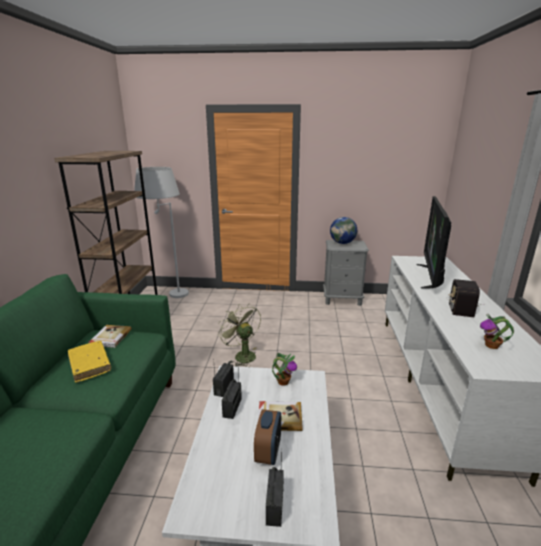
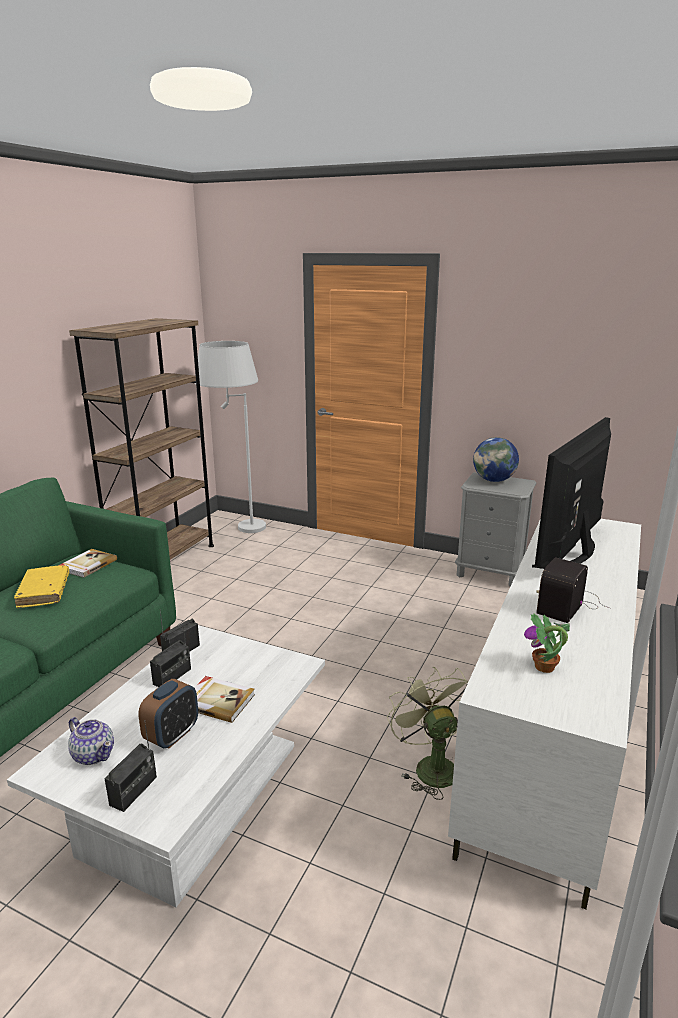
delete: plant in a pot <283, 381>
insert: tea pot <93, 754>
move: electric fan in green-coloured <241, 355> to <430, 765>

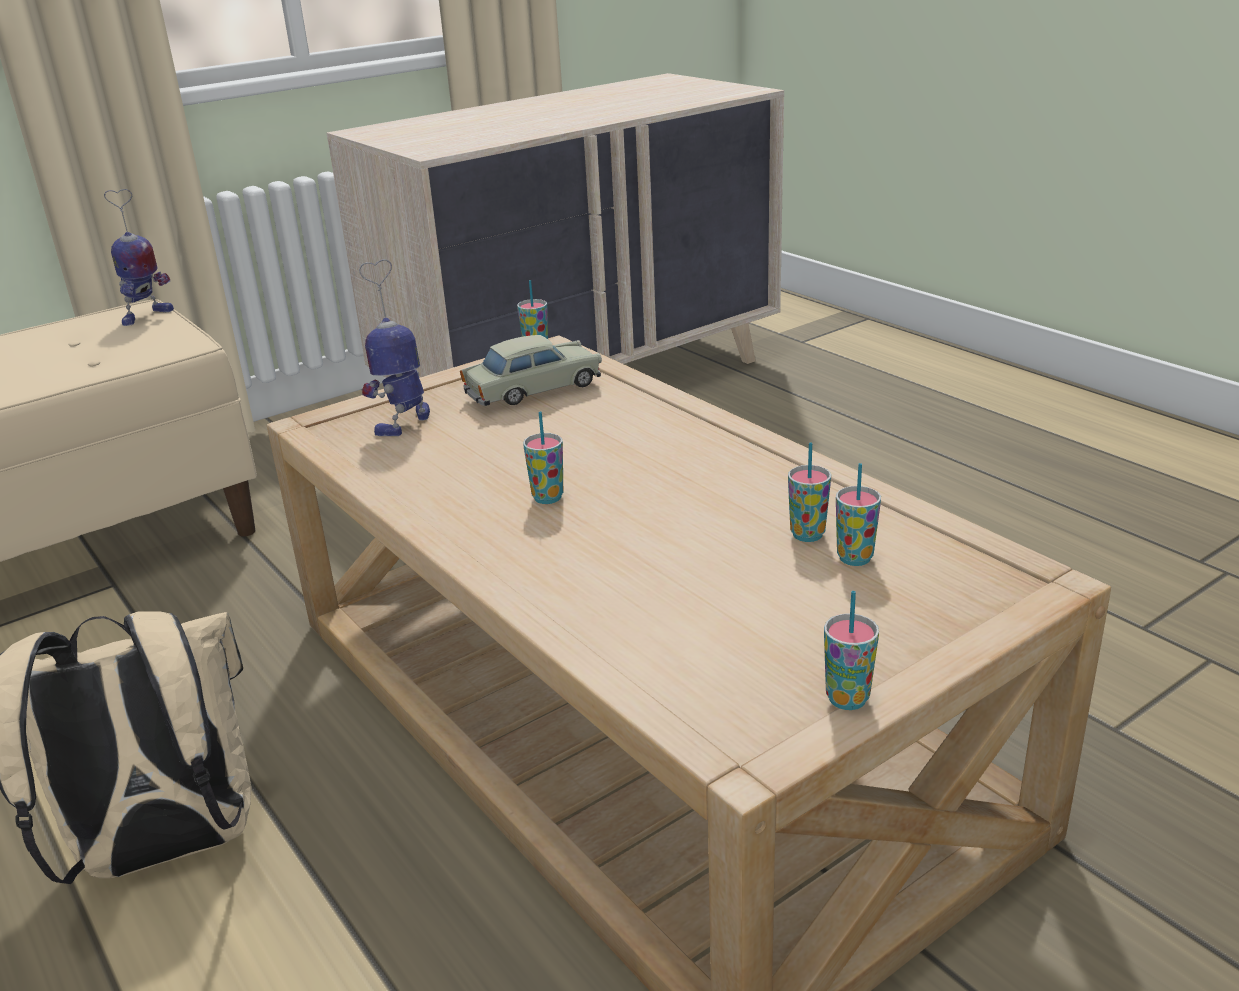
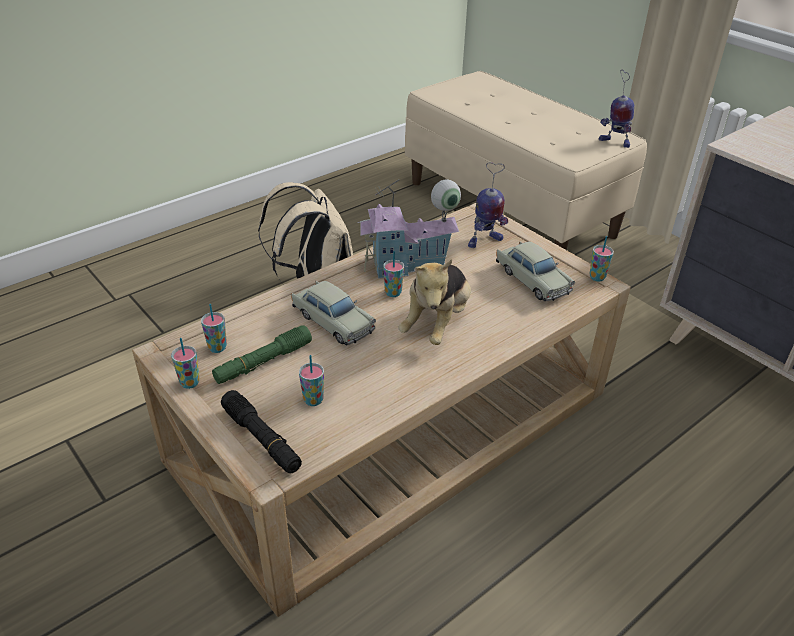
insert: hand torch in green-coloured <263, 362>; hand torch in black <261, 439>; toy car in sand-coloured <333, 321>; miniature house <407, 264>; soft toy <437, 323>
move: small cup <807, 535> to <217, 348>
rotate: model robot <405, 423> = <484, 241> 120 degrees clockwise

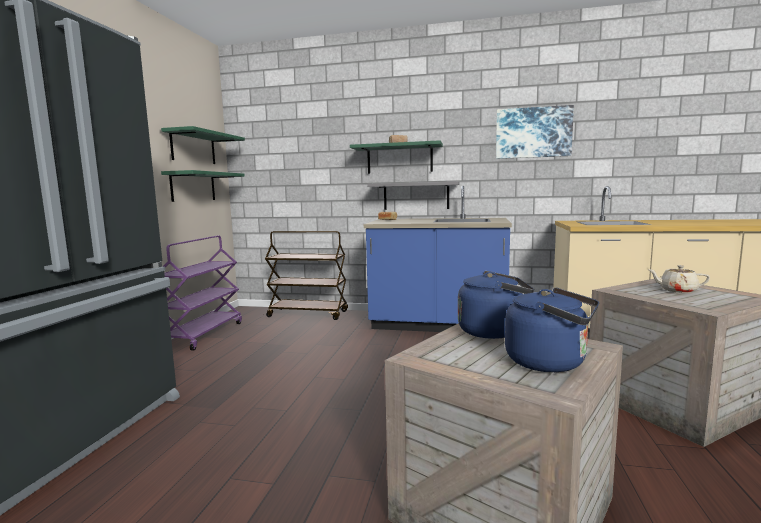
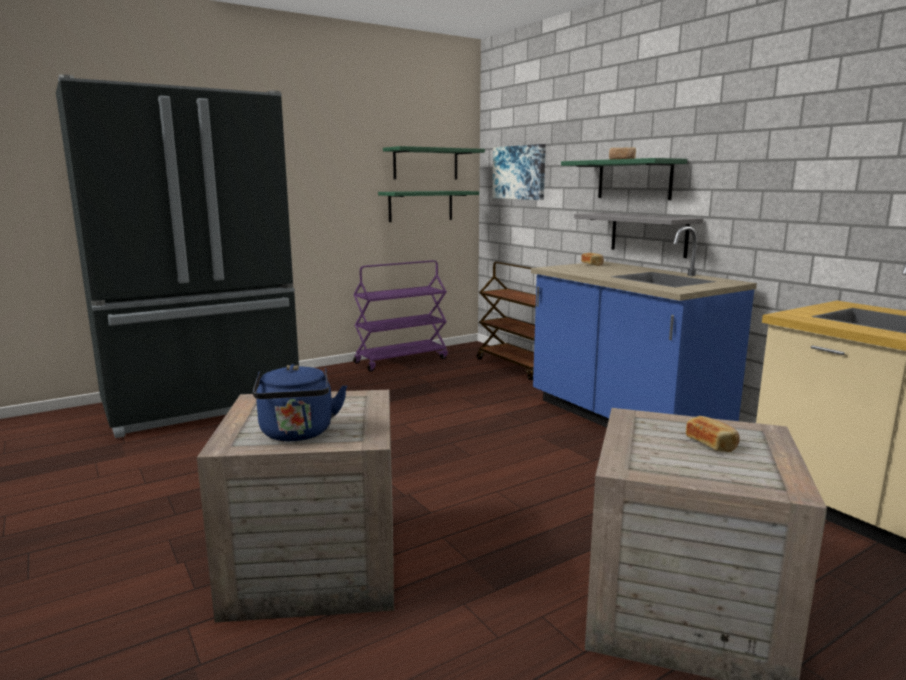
delete: kettle in bluish <493, 331>
move: wall picture <533, 133> to <519, 172>
replace: tea pot in sand-coloured <677, 290> to bread <711, 444>

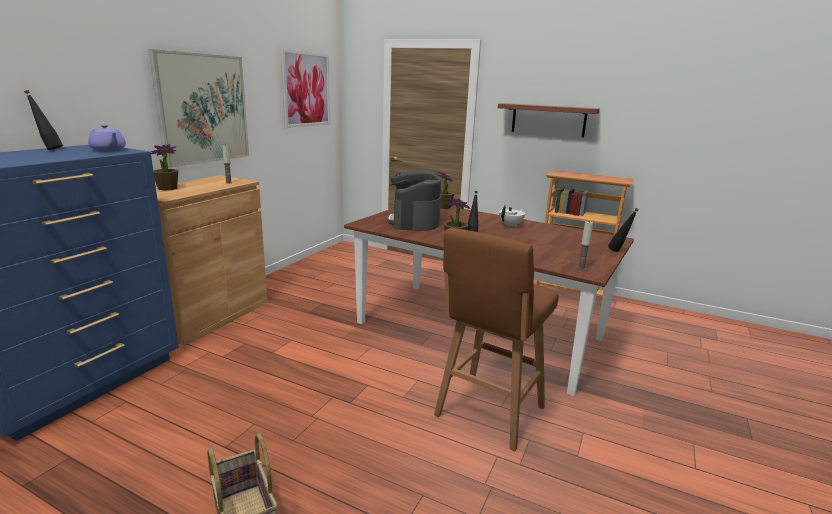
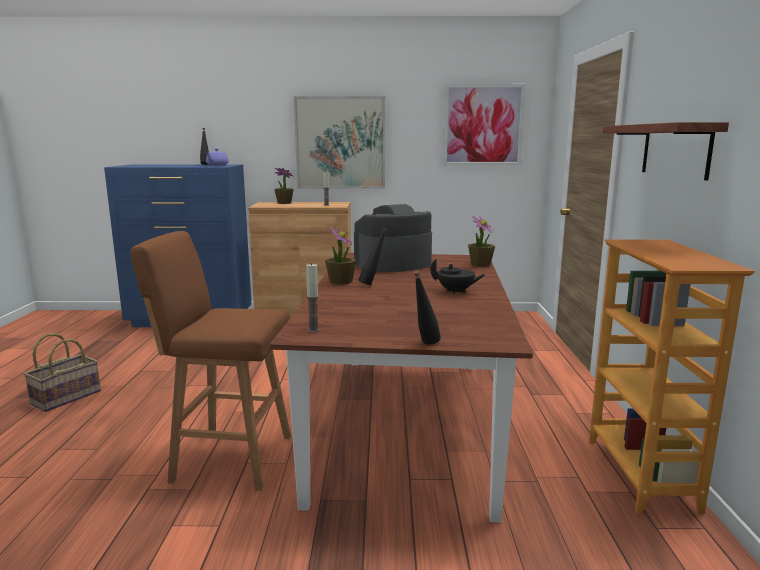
recolor: tea pot in white <511, 225> to tea pot in black <456, 292>

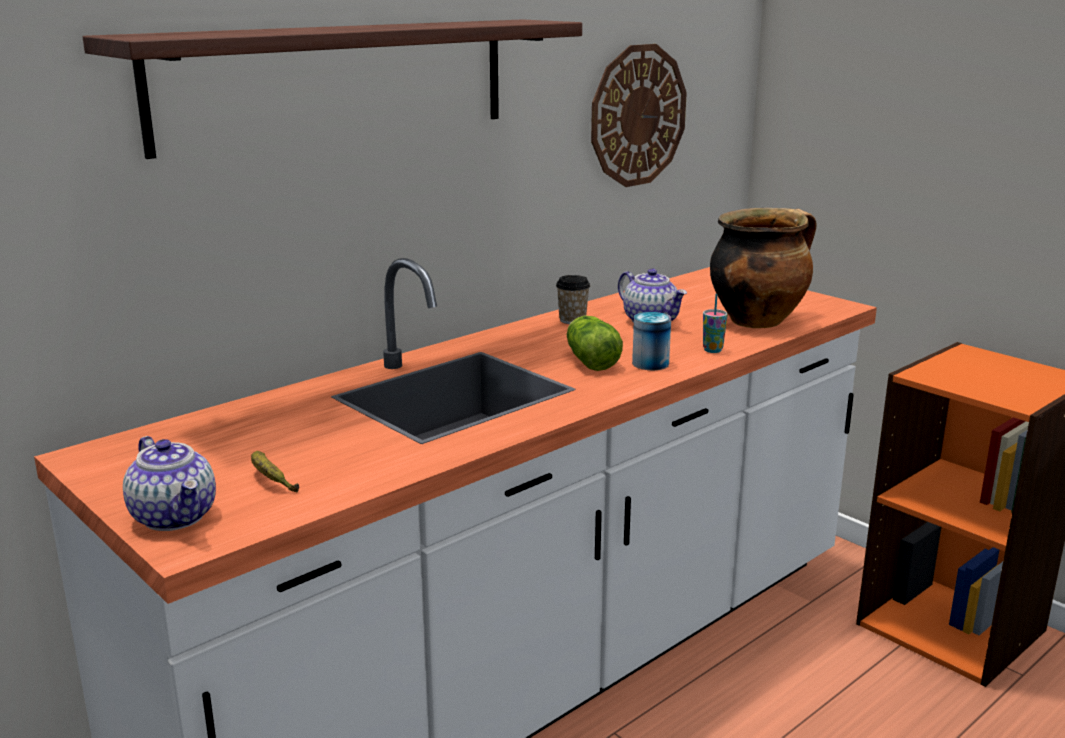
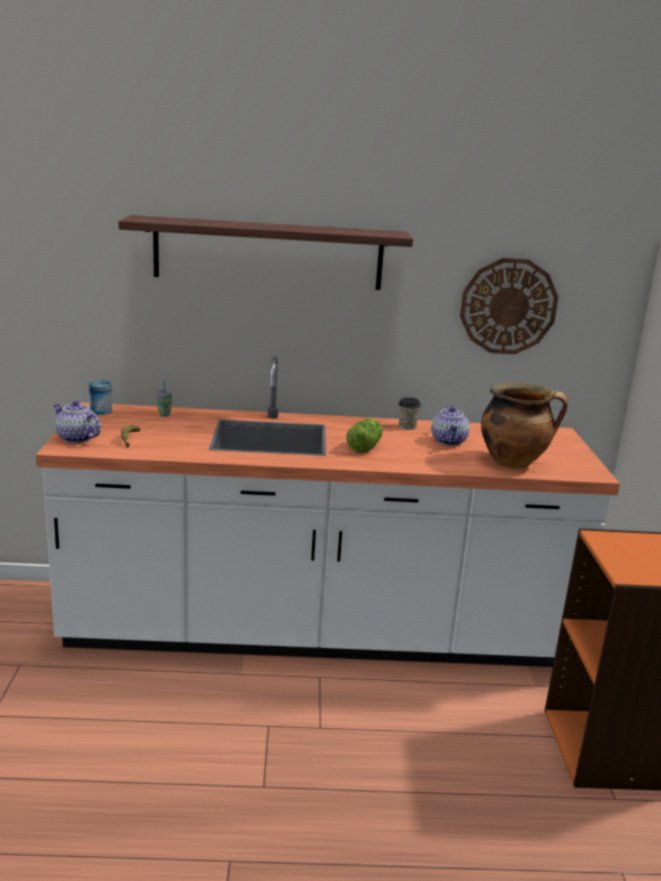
move: metal can <650, 363> to <101, 411>; small cup <712, 350> to <164, 415>
rotate: tea pot <175, 517> = <76, 438> 120 degrees clockwise

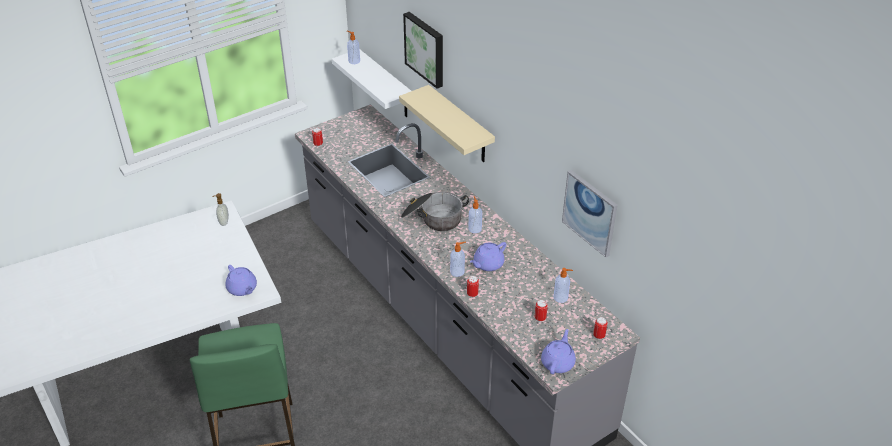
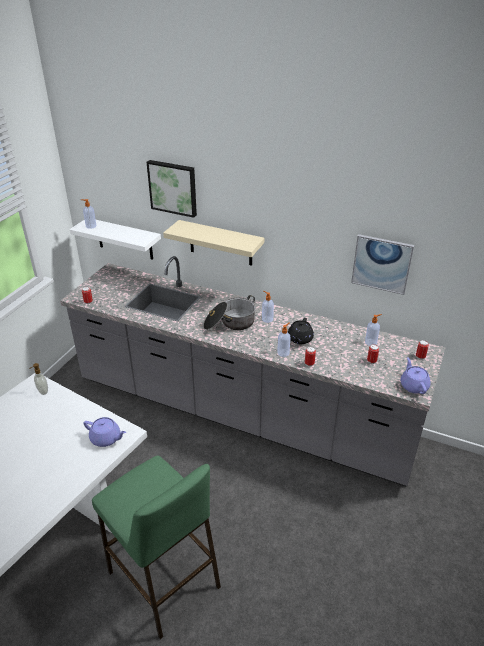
recolor: tea pot in purplish <487, 264> to tea pot in black <300, 339>

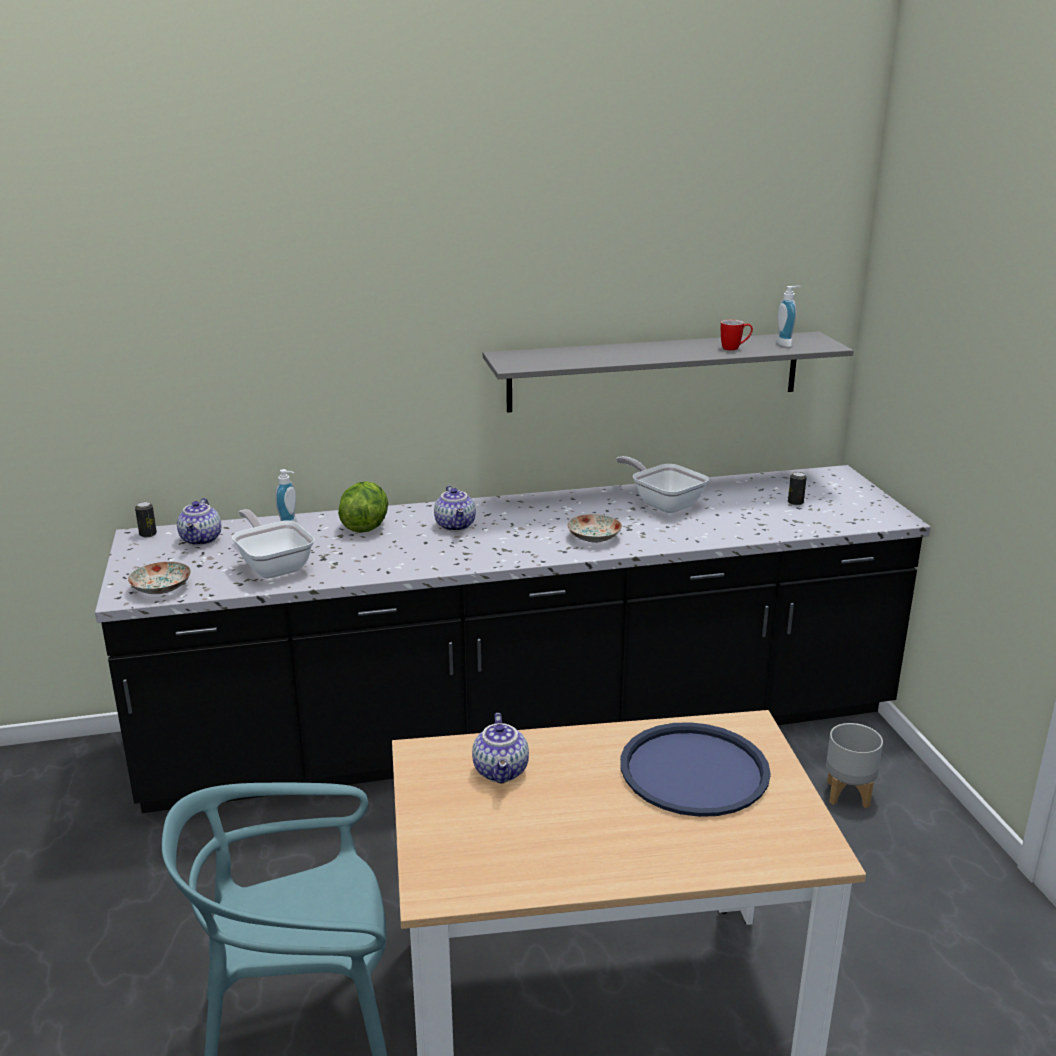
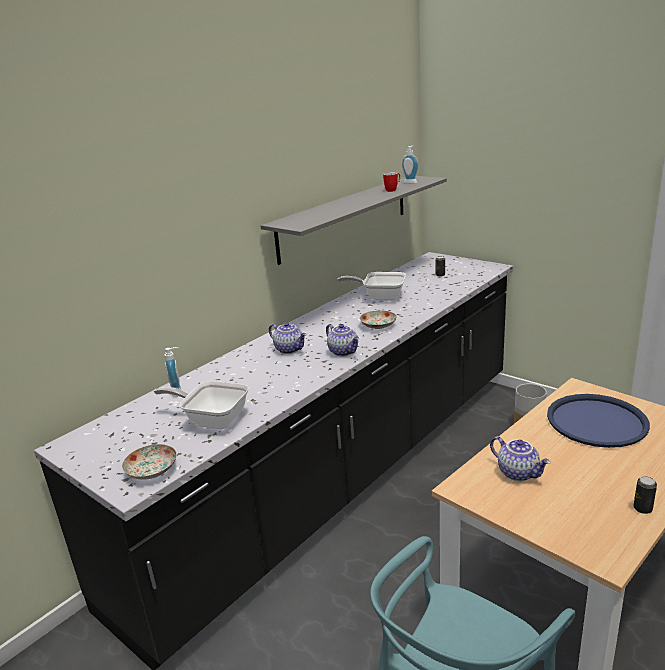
delete: lettuce head <365, 527>
move: metal can <148, 534> to <642, 508>; tea pot <202, 540> to <344, 351>

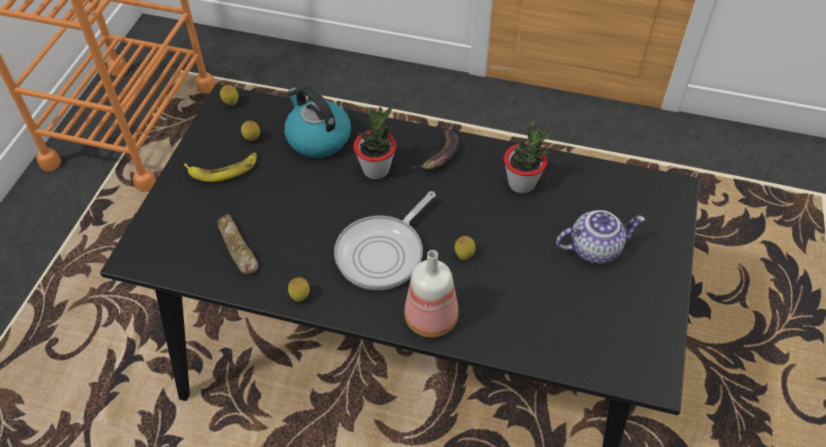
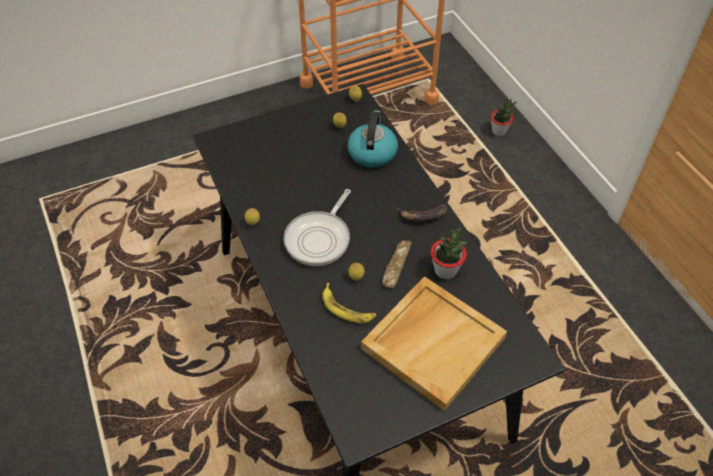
delete: drink bottle <432, 318>
move: banana fruit <223, 170> to <347, 308>; bread <237, 248> to <396, 266>; plant in a pot <376, 169> to <499, 131>
replace: tea pot <594, 248> to tray in sand-coloured <433, 342>
rotate: frying pan <383, 253> = <320, 238> 60 degrees counterclockwise

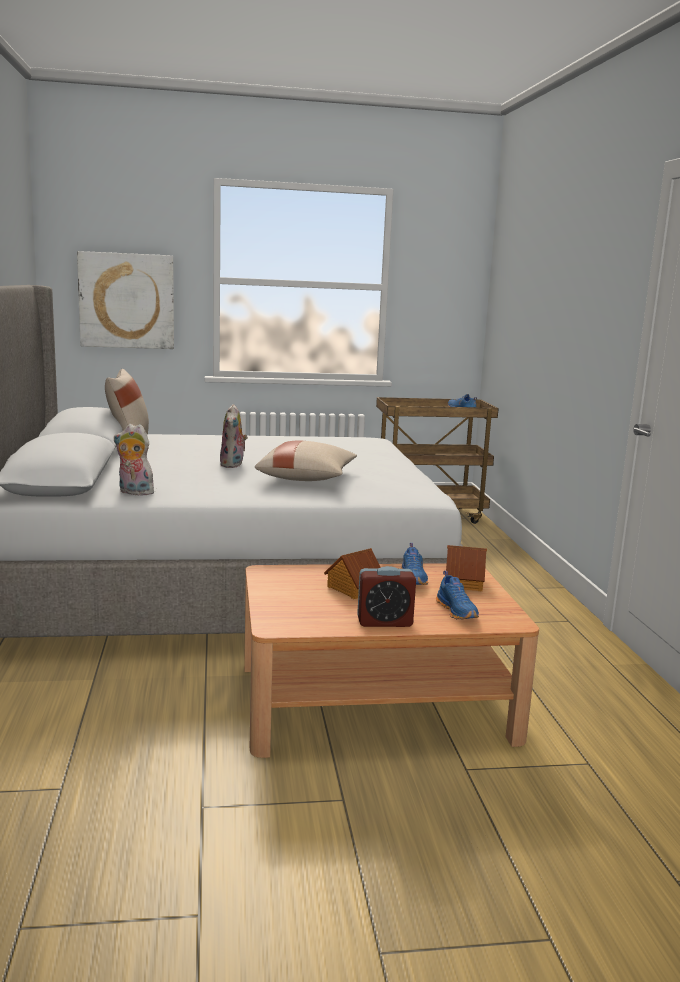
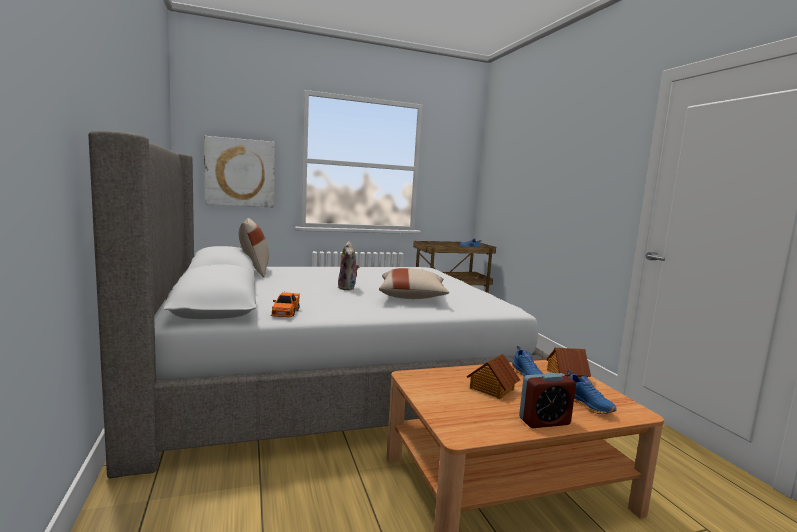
replace: soft toy <134, 492> to toy car in orangey <285, 313>

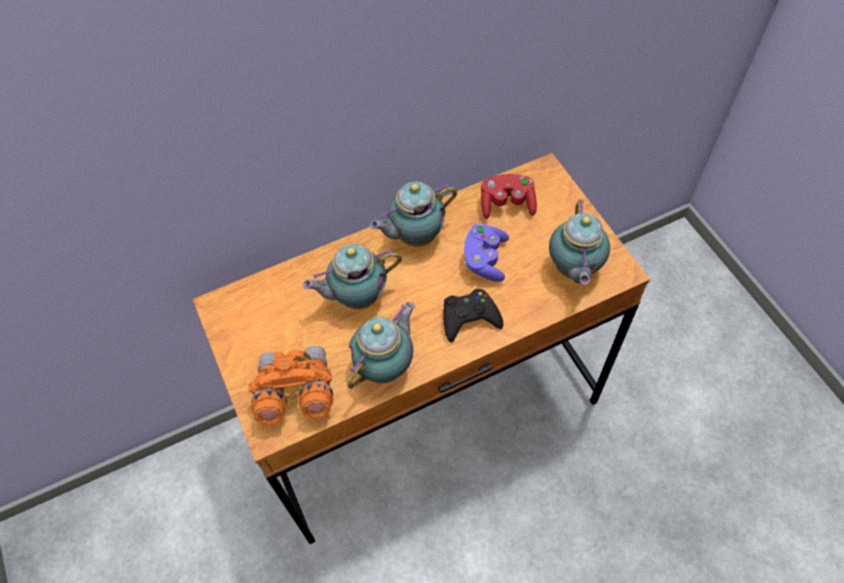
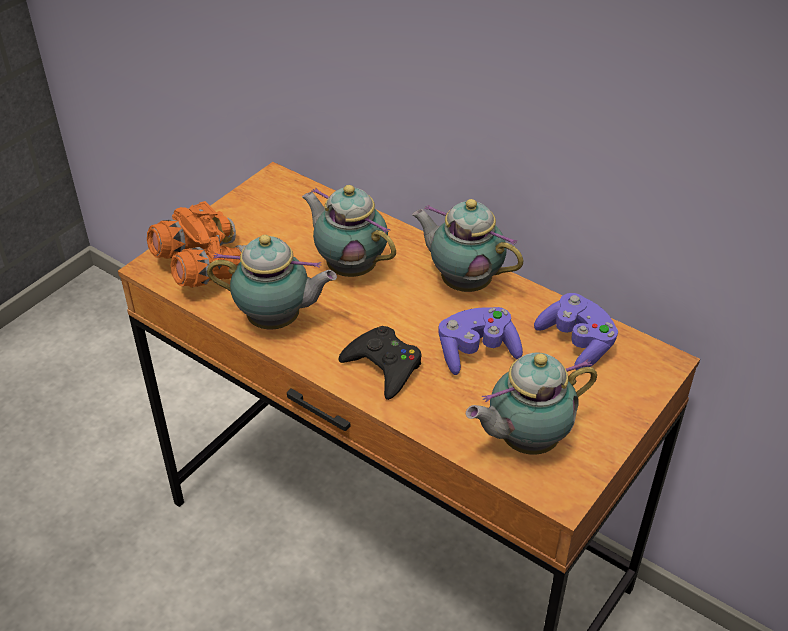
recolor: gamepad in red-coloured <507, 204> to gamepad in purplish <576, 343>

